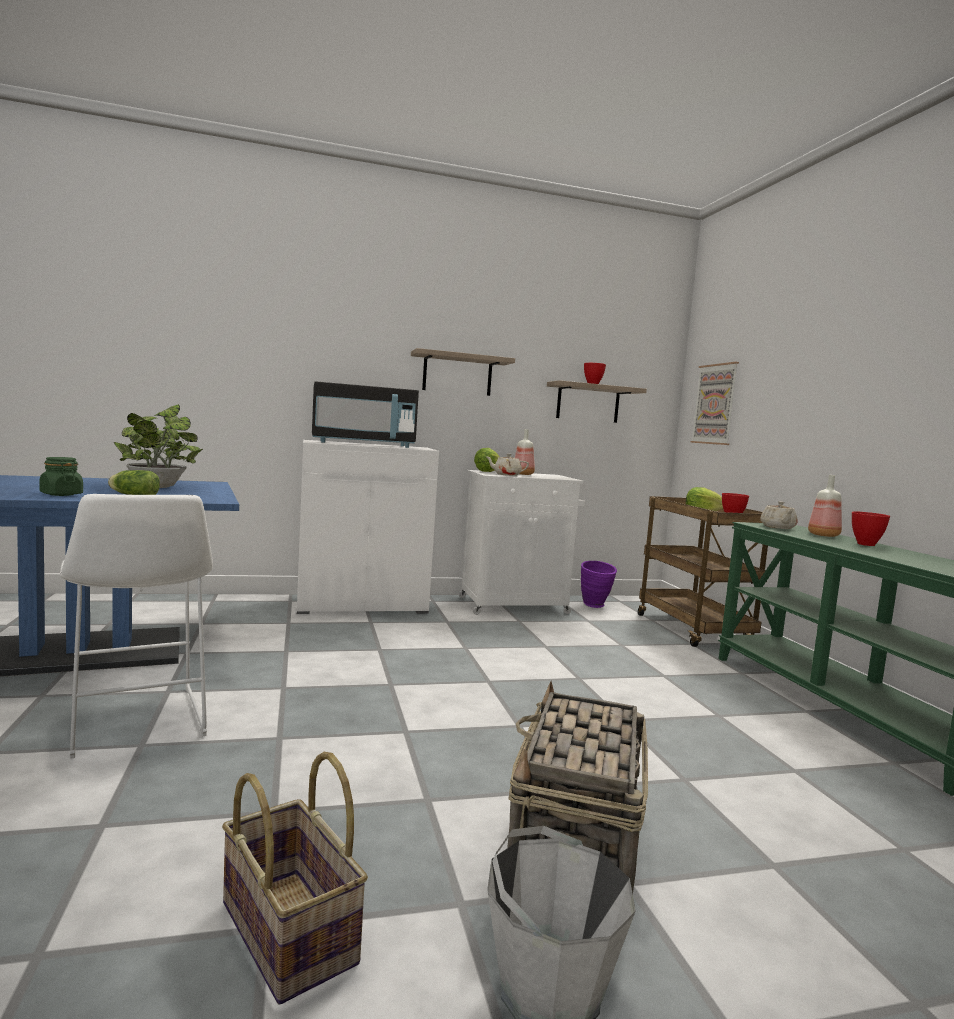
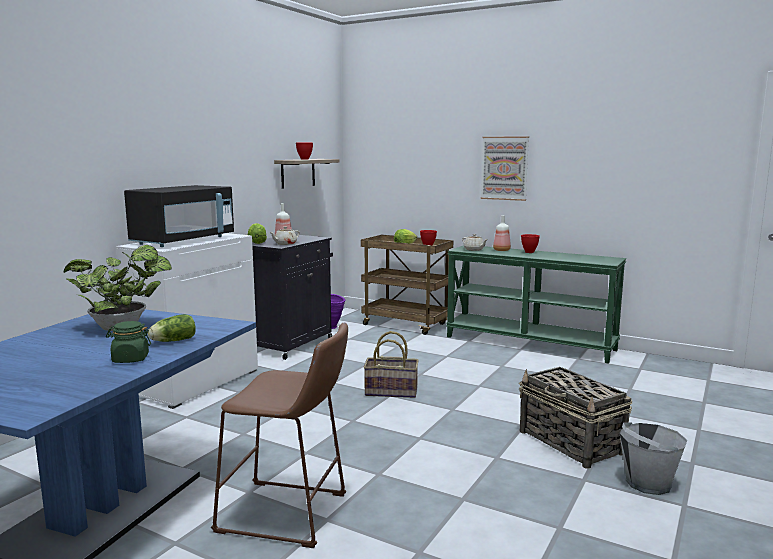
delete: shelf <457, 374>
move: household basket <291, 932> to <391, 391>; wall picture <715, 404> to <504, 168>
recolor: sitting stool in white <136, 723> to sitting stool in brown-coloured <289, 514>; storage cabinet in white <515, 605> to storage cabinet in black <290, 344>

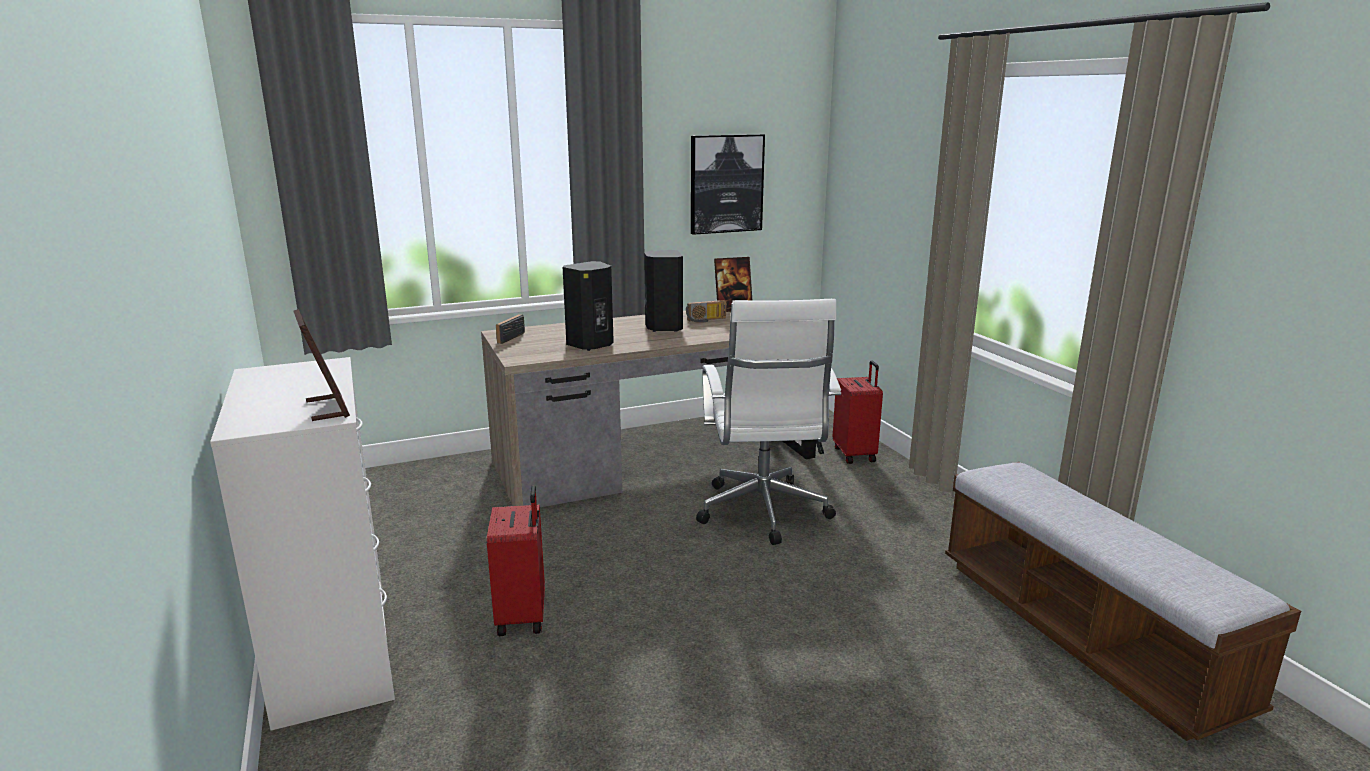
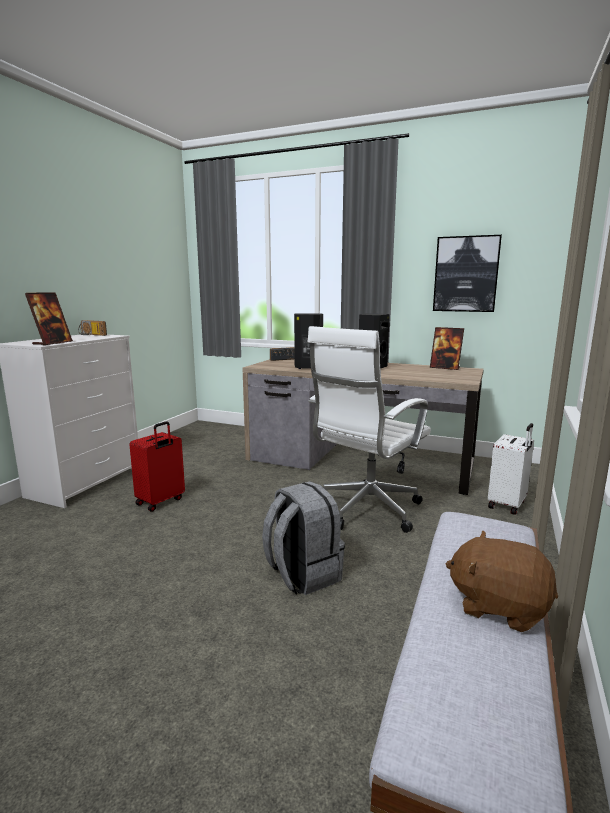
insert: knapsack in gray <302, 574>; soft toy in brown-coloured <498, 605>
move: radio set <706, 320> to <91, 335>
recolor: travel case in red-coloured <855, 454> to travel case in white <508, 505>

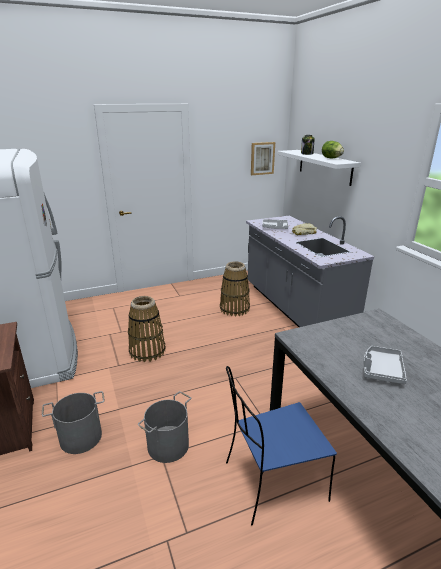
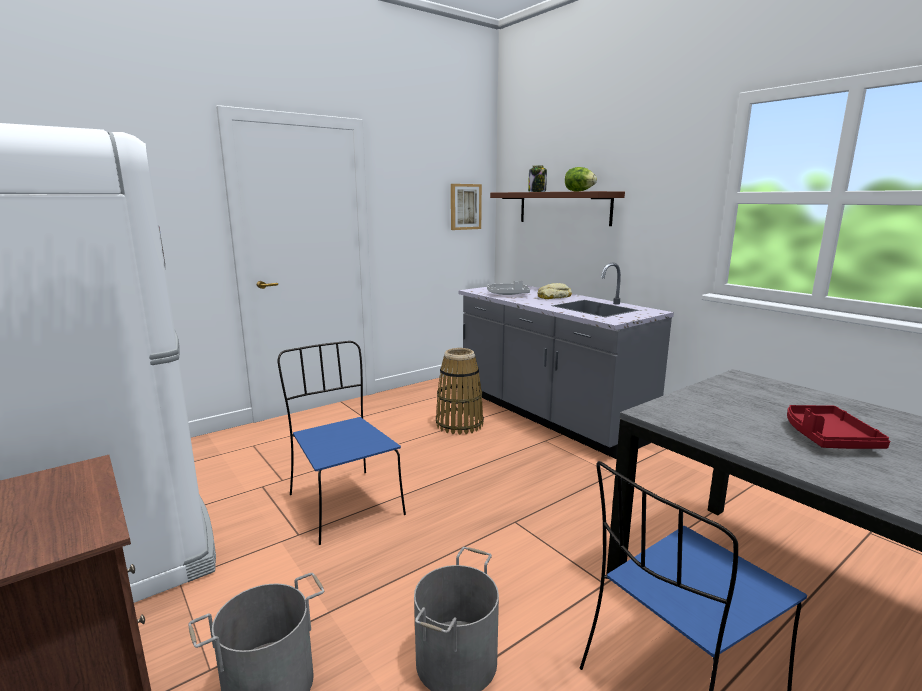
replace: household basket <147, 351> to plain chair in bluish <344, 503>
recolor: shelf in white <324, 166> to shelf in brown-coloured <563, 208>; tray in gray <382, 370> to tray in red-coloured <826, 438>

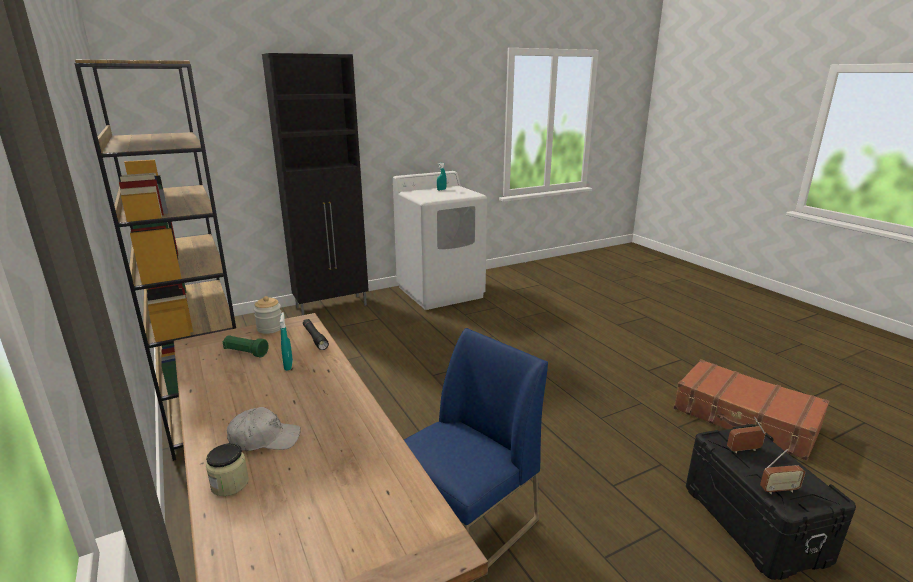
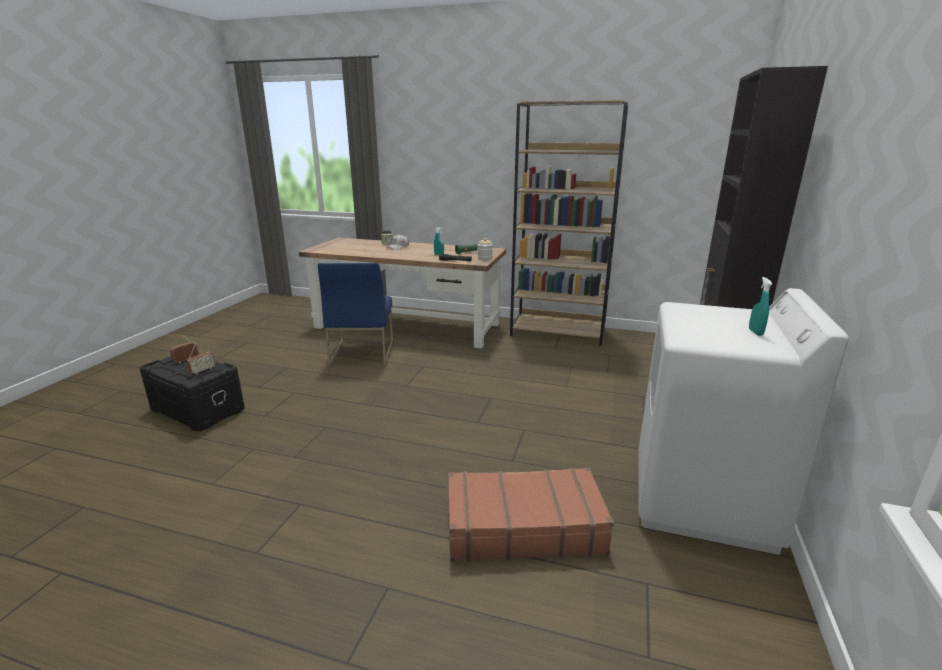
move: travel case in brown-coloured <745, 419> to <523, 526>

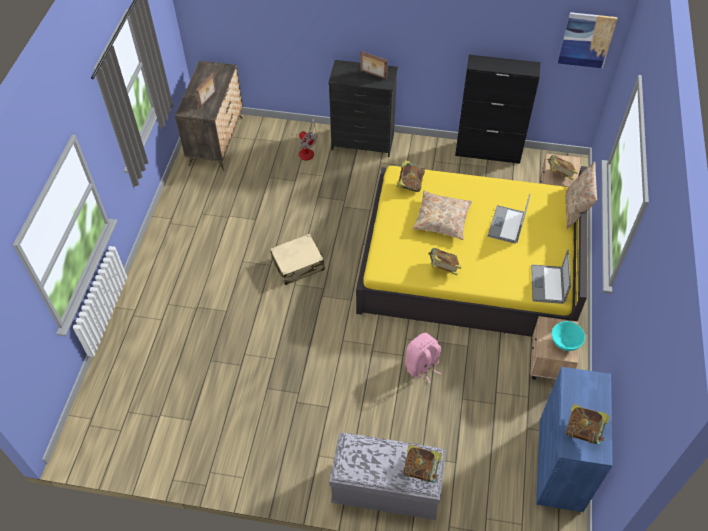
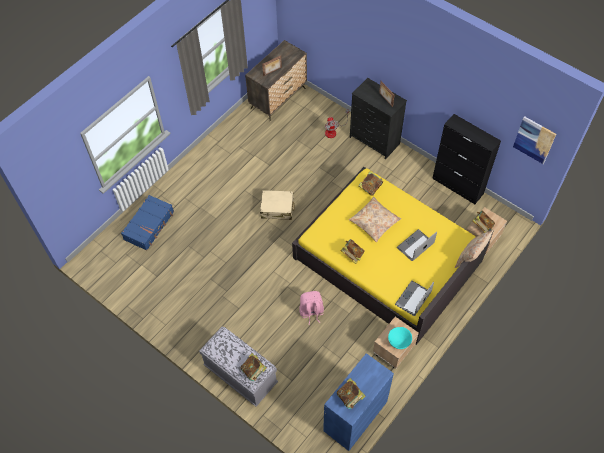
insert: travel case in bluish <149, 226>

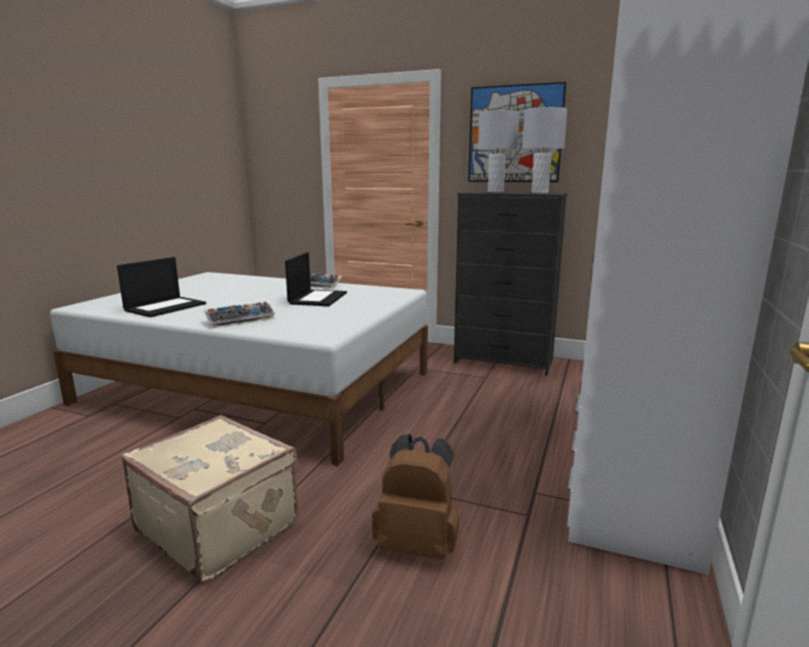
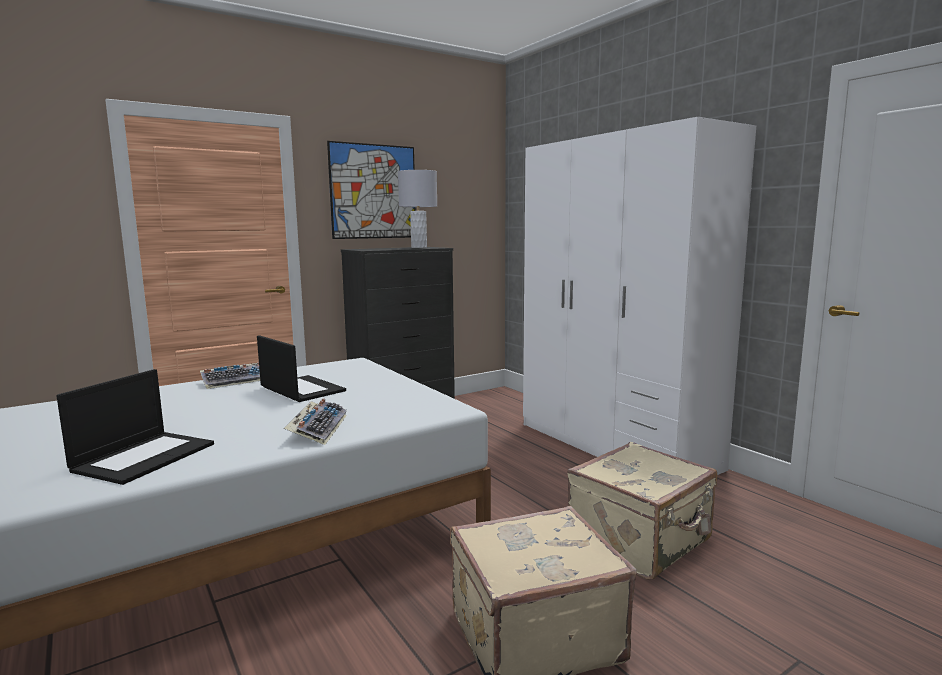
delete: lamp for a table in gray <495, 192>
replace: knapsack in brown-coloured <418, 544> to travel case in sand-coloured <641, 542>
rotate: laptop <166, 307> = <145, 456> 45 degrees clockwise

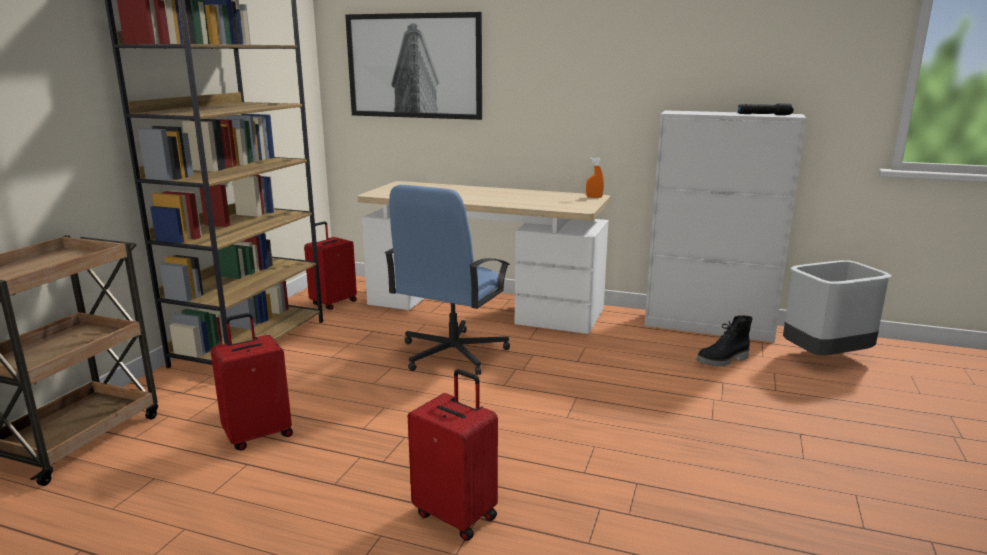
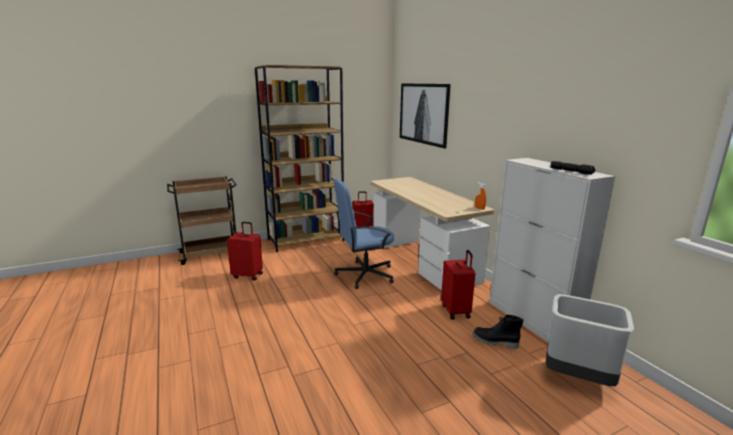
move: travel case in red-coloured <457, 515> to <456, 311>

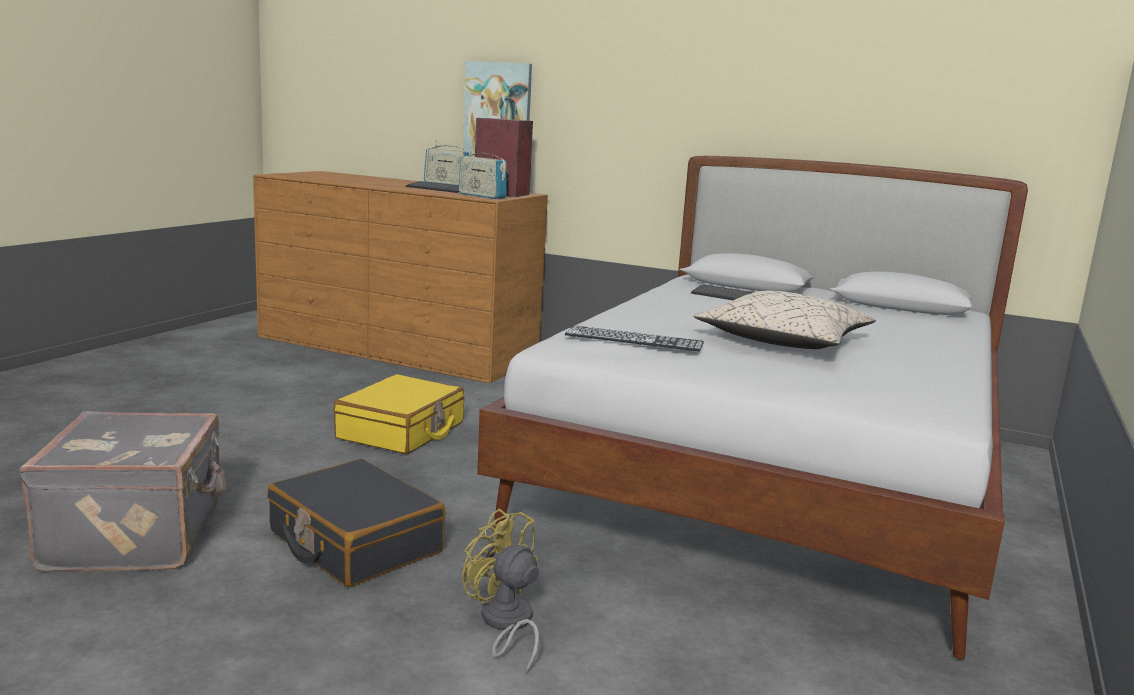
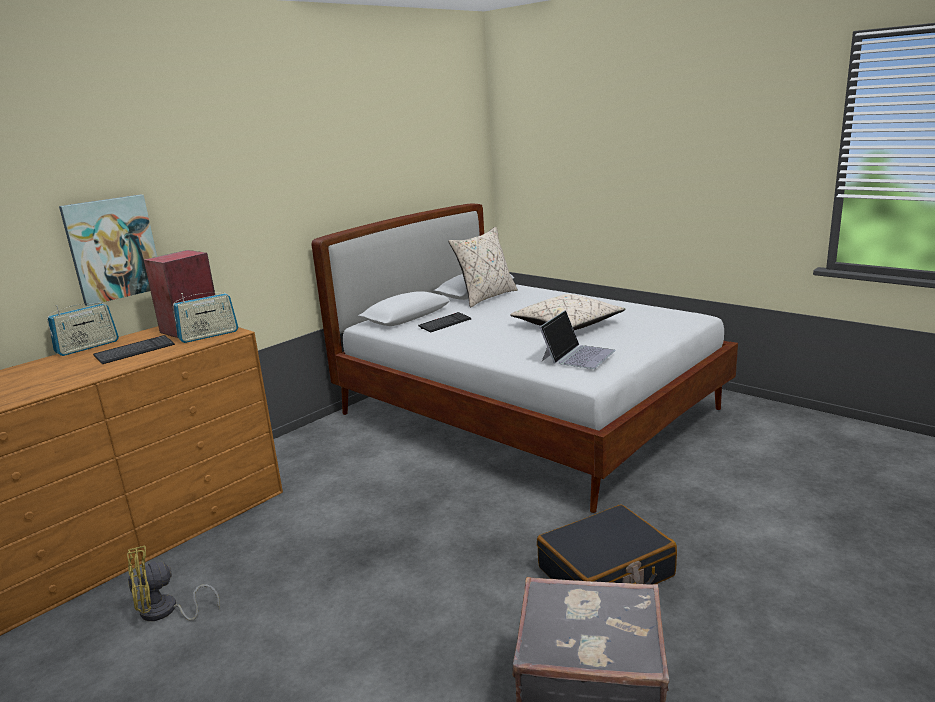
delete: travel case in yellow-coloured <401, 431>
insert: throw pillow in sand-coloured <485, 297>
move: electric fan in yellow-coloured <505, 624> to <165, 612>
replace: keyboard <634, 339> to laptop <578, 355>

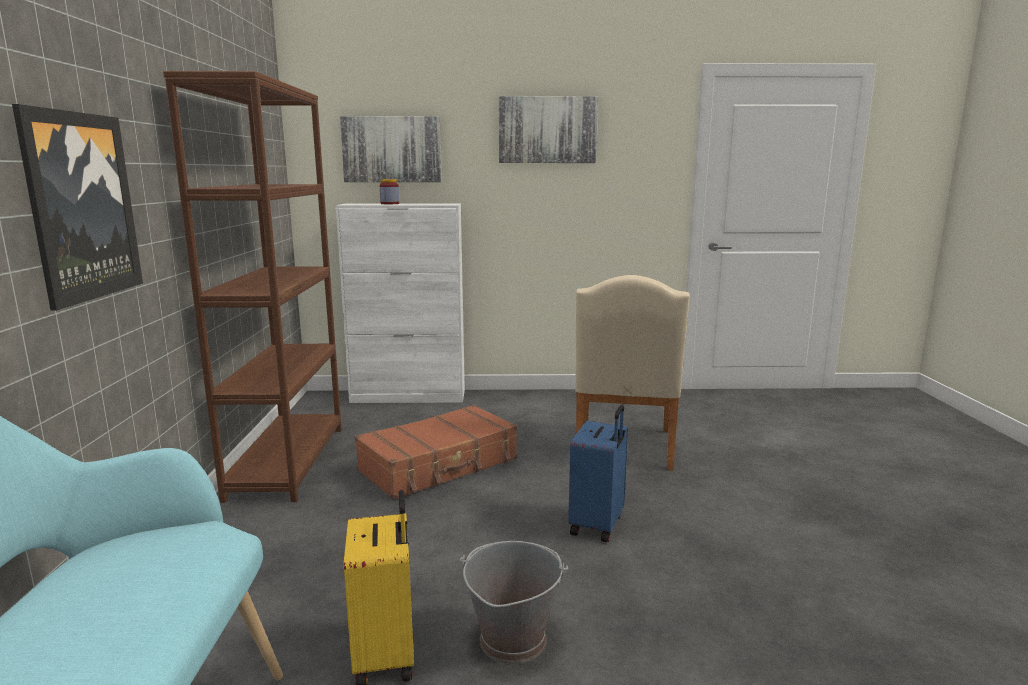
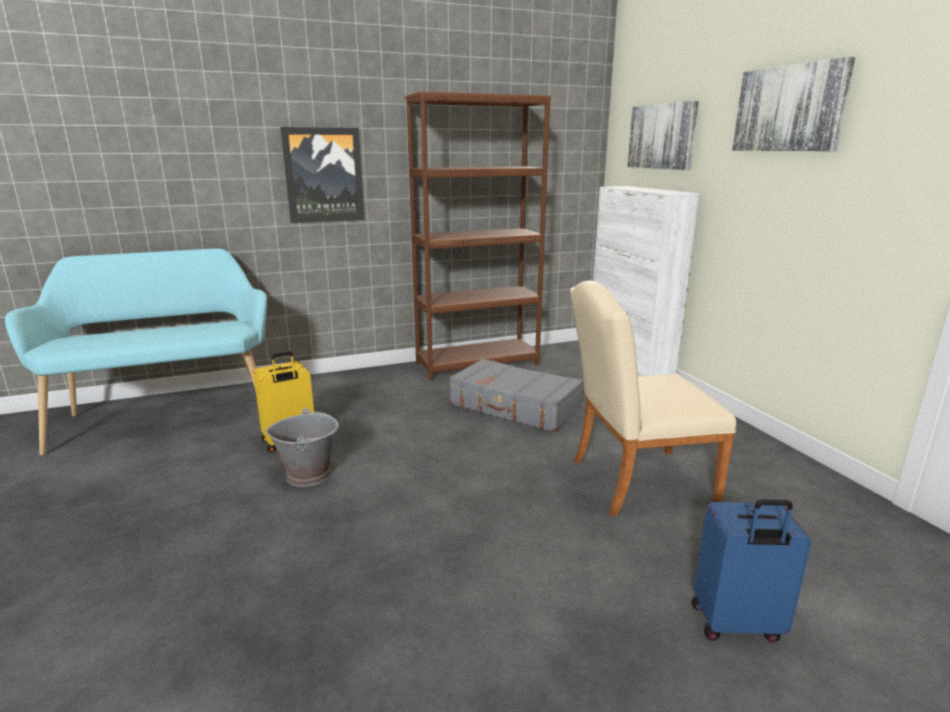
delete: preserve jar <389, 204>
move: travel case in bluish <598, 525> to <736, 624>
recolor: travel case in brown-coloured <439, 465> to travel case in gray <515, 407>

